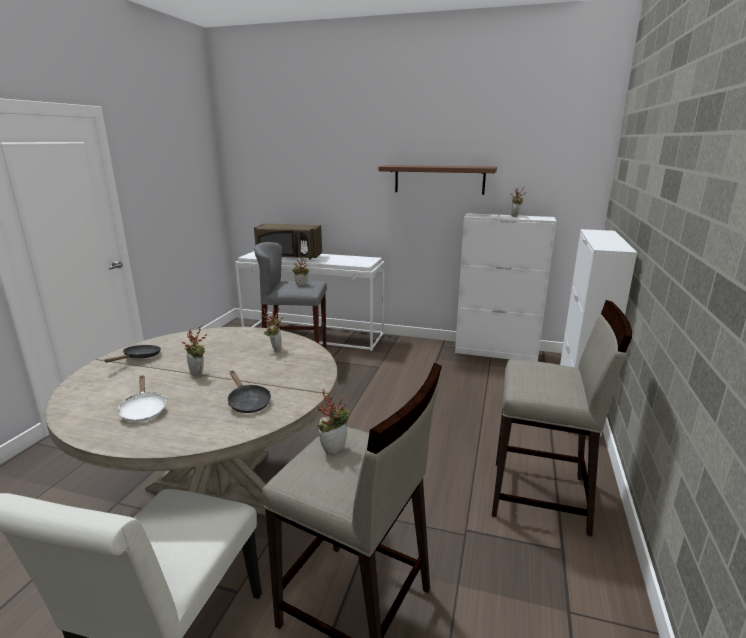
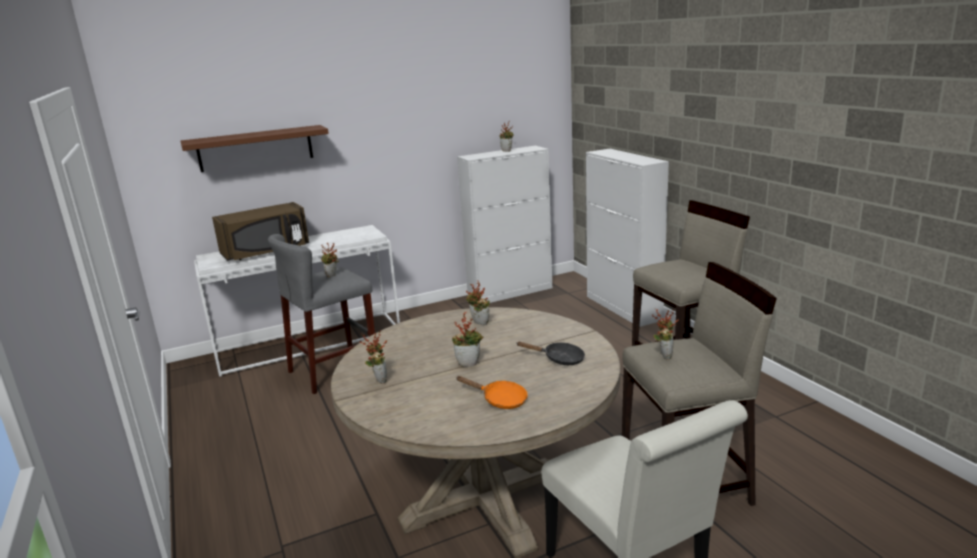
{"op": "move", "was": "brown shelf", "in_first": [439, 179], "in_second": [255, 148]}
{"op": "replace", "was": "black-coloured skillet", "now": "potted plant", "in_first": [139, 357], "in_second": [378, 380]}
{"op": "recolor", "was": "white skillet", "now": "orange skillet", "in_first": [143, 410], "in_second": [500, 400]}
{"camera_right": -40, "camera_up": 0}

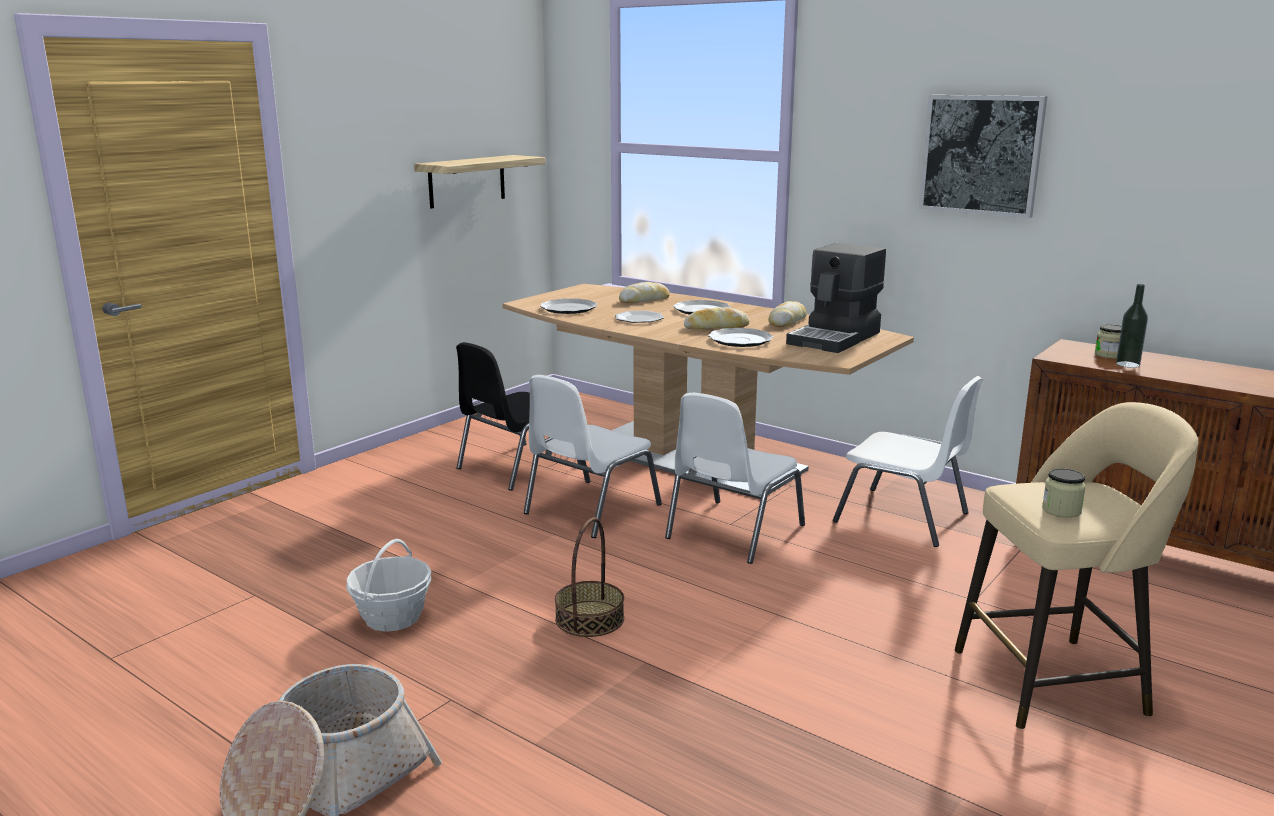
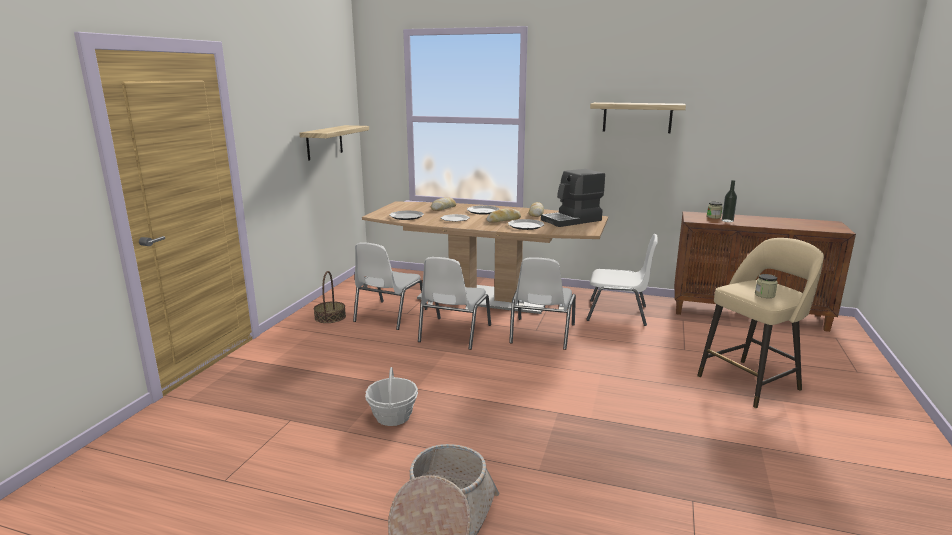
{"op": "replace", "was": "picture", "now": "shelf", "in_first": [981, 155], "in_second": [637, 117]}
{"op": "rotate", "was": "coffee machine", "in_first": [835, 338], "in_second": [572, 220], "clockwise": 45}
{"op": "recolor", "was": "black-coloured plain chair", "now": "white plain chair", "in_first": [516, 467], "in_second": [389, 315]}
{"op": "move", "was": "basket", "in_first": [589, 618], "in_second": [330, 317]}
{"camera_right": -20, "camera_up": 0}

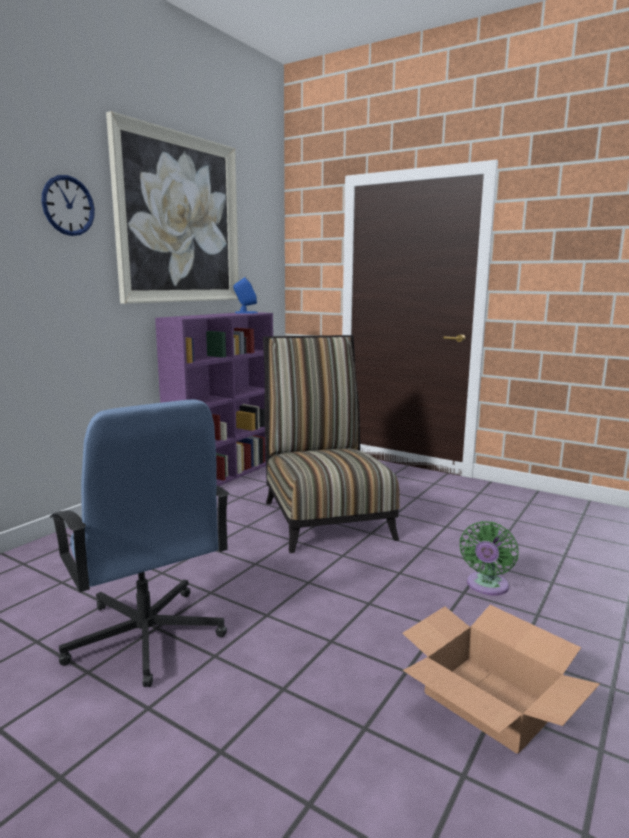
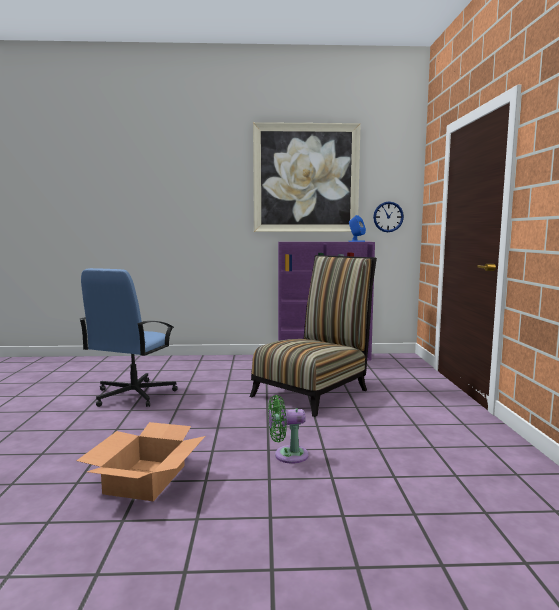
{"op": "move", "was": "clock on the wall", "in_first": [68, 205], "in_second": [388, 217]}
{"camera_right": 55, "camera_up": -5}

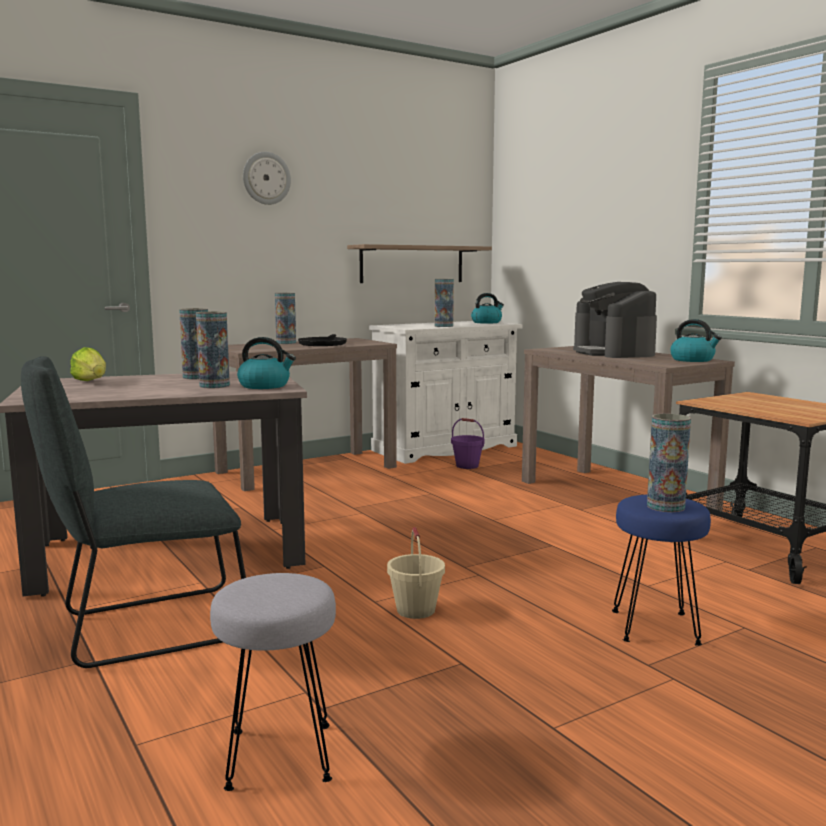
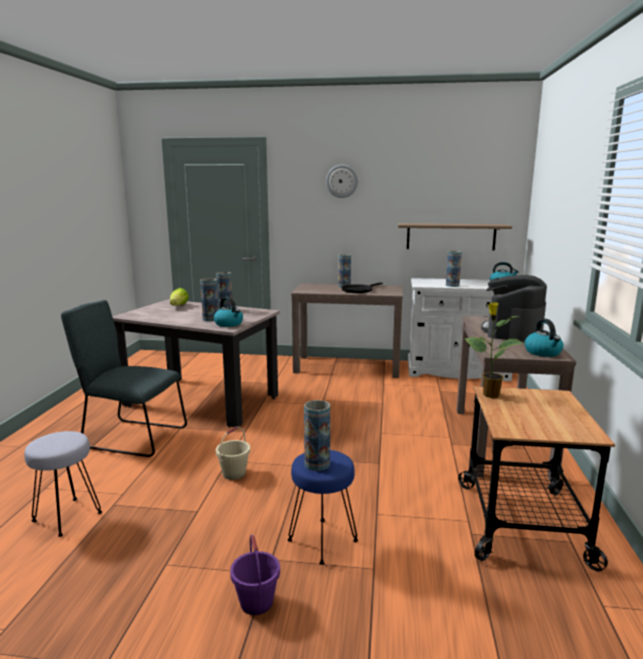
{"op": "move", "was": "purplish water bucket", "in_first": [467, 466], "in_second": [256, 602]}
{"op": "insert", "now": "potted plant", "in_second": [490, 395]}
{"camera_right": 40, "camera_up": 5}

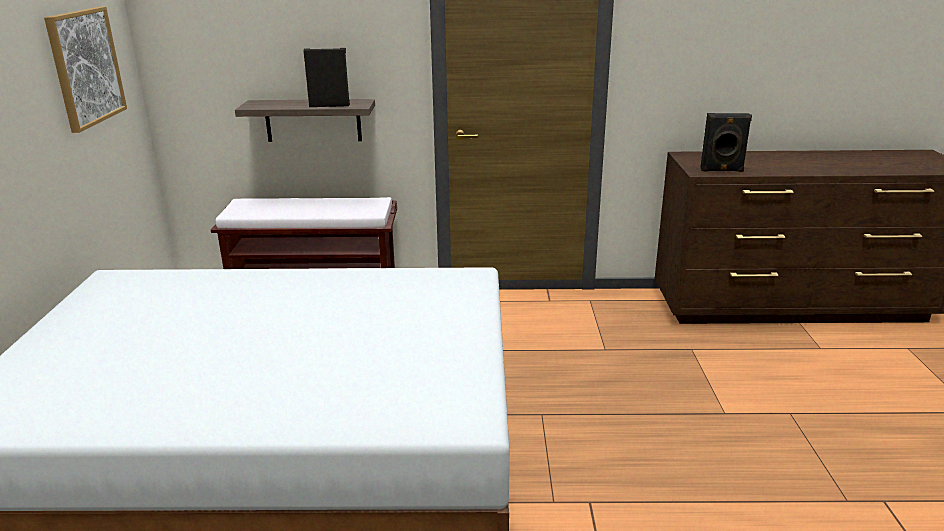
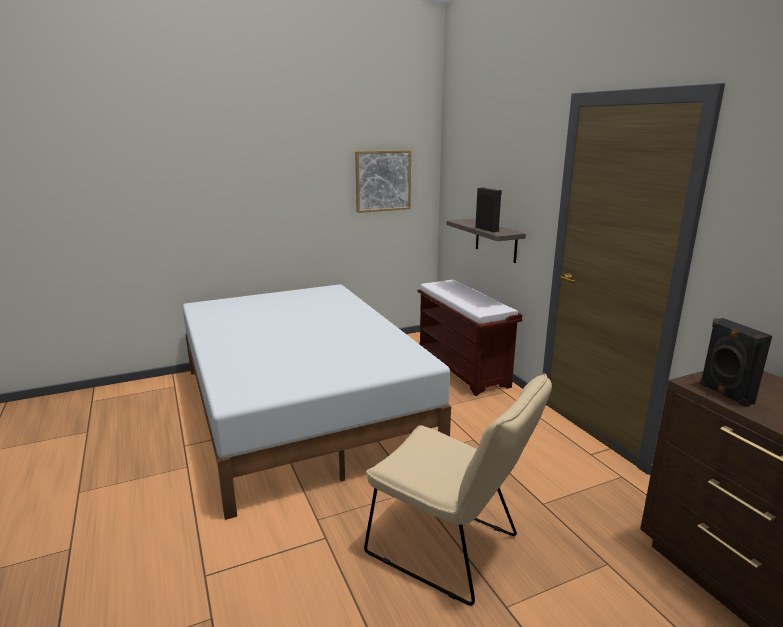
{"op": "insert", "now": "beige-coloured plain chair", "in_second": [451, 549]}
{"camera_right": 65, "camera_up": -5}

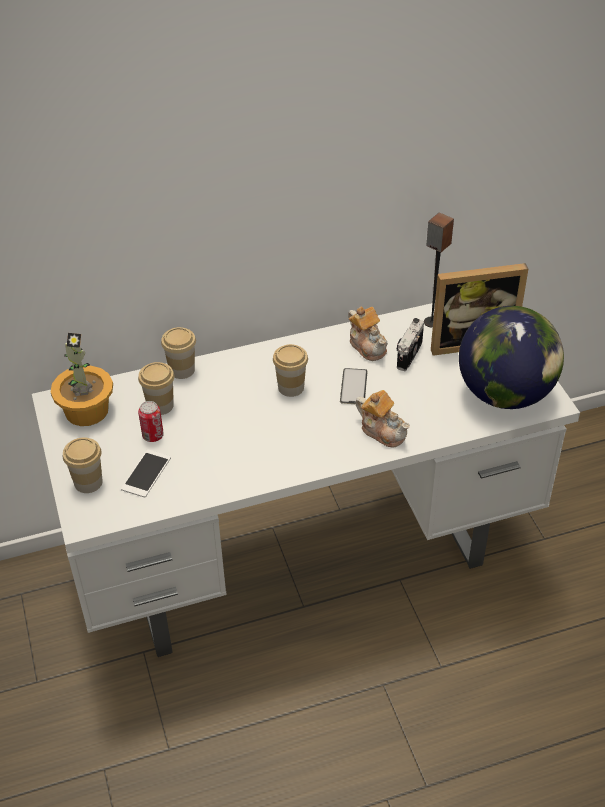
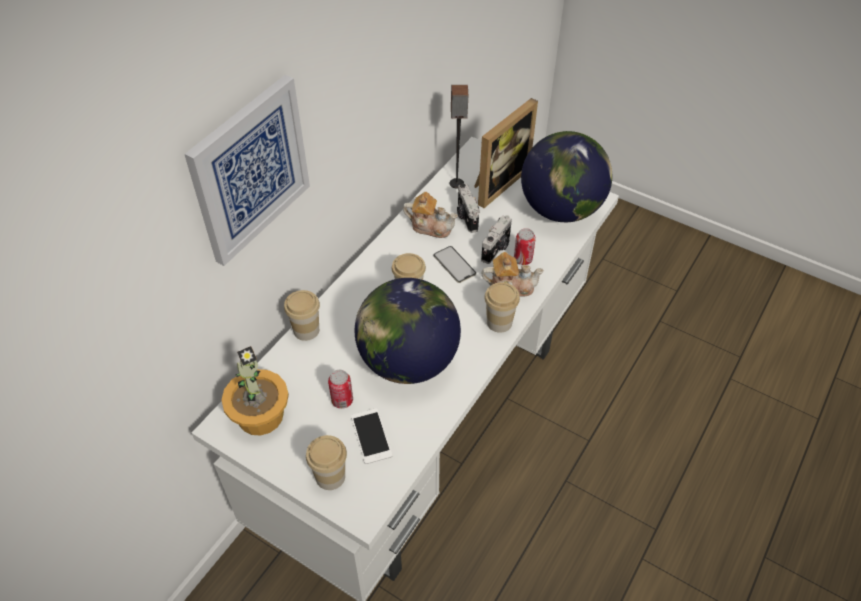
{"op": "move", "was": "small cup", "in_first": [160, 405], "in_second": [499, 322]}
{"op": "insert", "now": "picture", "in_second": [249, 170]}
{"op": "insert", "now": "still camera", "in_second": [497, 249]}
{"op": "insert", "now": "metal can", "in_second": [523, 259]}
{"op": "insert", "now": "world globe", "in_second": [409, 361]}
{"camera_right": -40, "camera_up": 5}

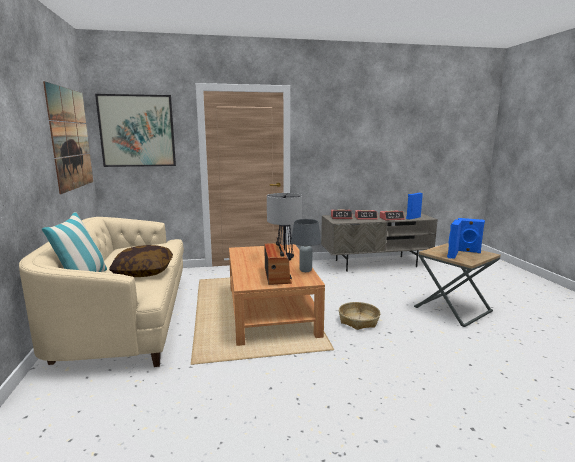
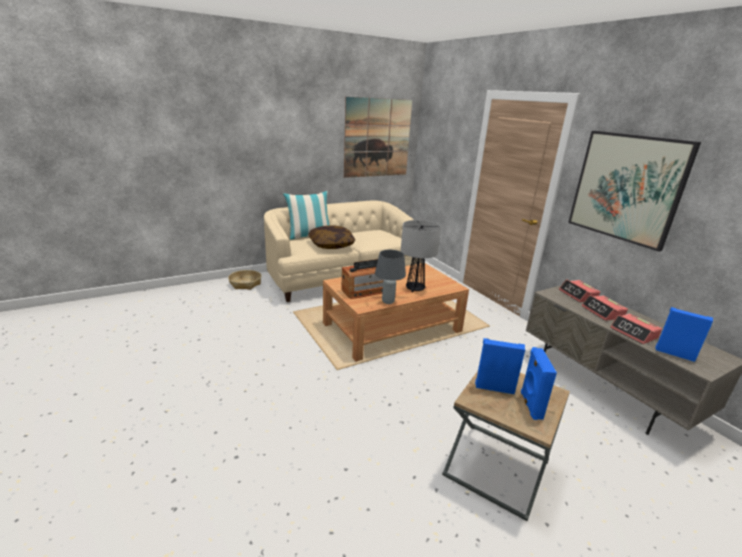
{"op": "move", "was": "picture", "in_first": [137, 131], "in_second": [627, 188]}
{"op": "move", "was": "basket", "in_first": [358, 321], "in_second": [245, 284]}
{"camera_right": 70, "camera_up": 10}

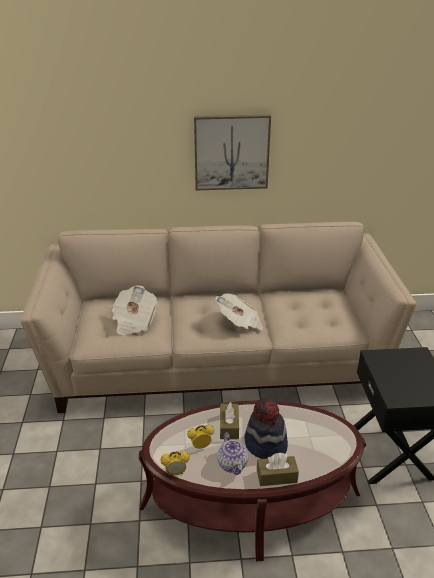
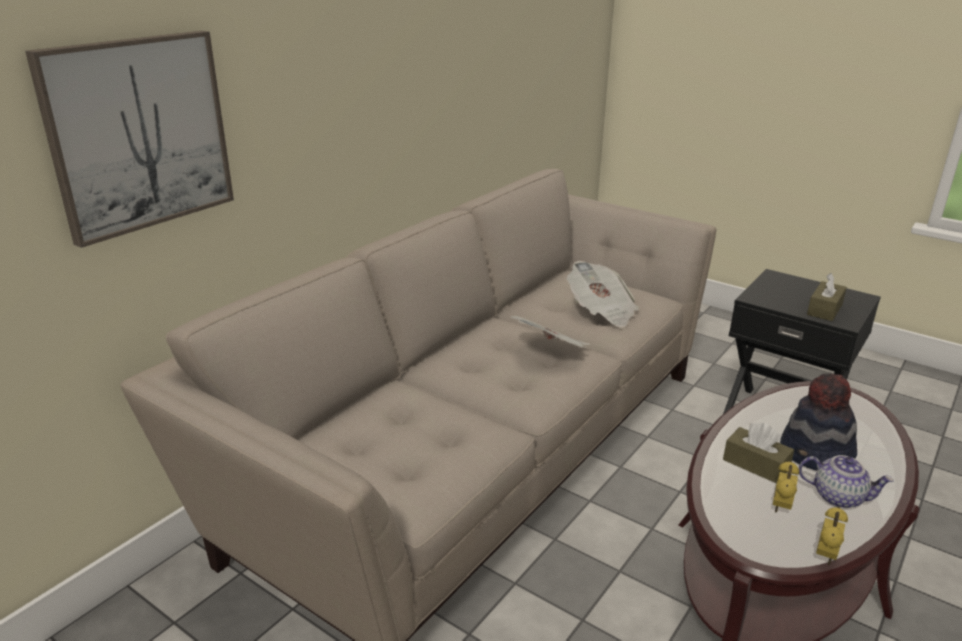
{"op": "move", "was": "picture", "in_first": [231, 152], "in_second": [139, 134]}
{"op": "move", "was": "printed paper", "in_first": [134, 321], "in_second": [601, 311]}
{"op": "move", "was": "brown box of tissues", "in_first": [276, 476], "in_second": [824, 309]}
{"camera_right": -50, "camera_up": -5}

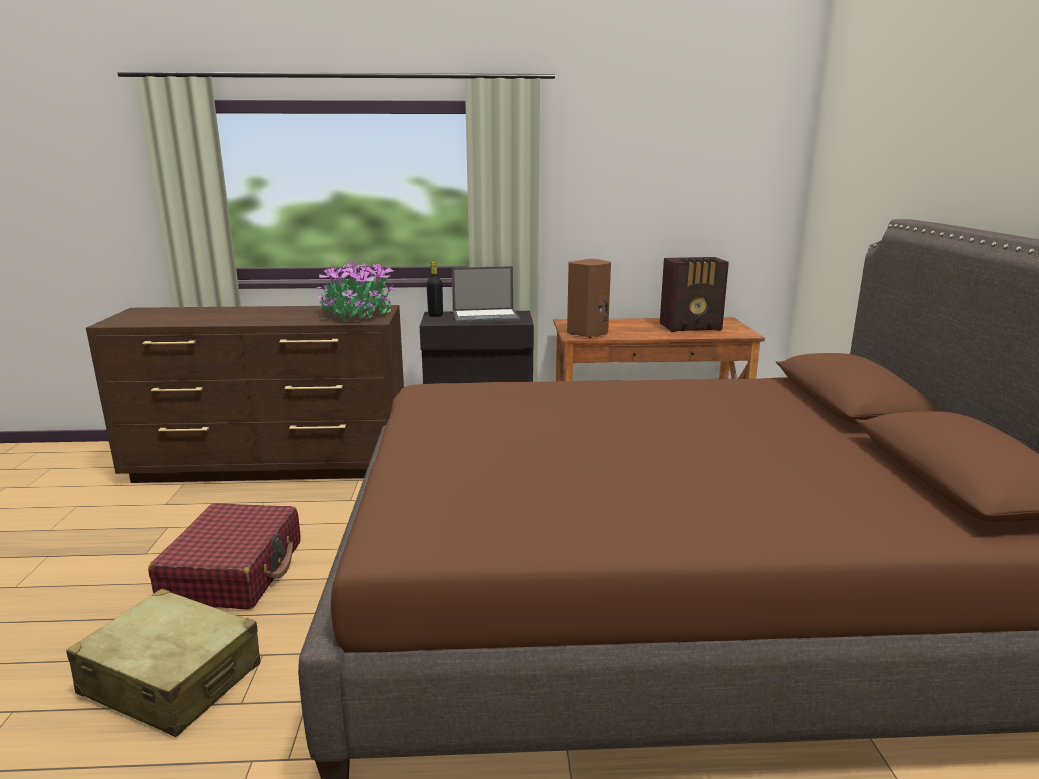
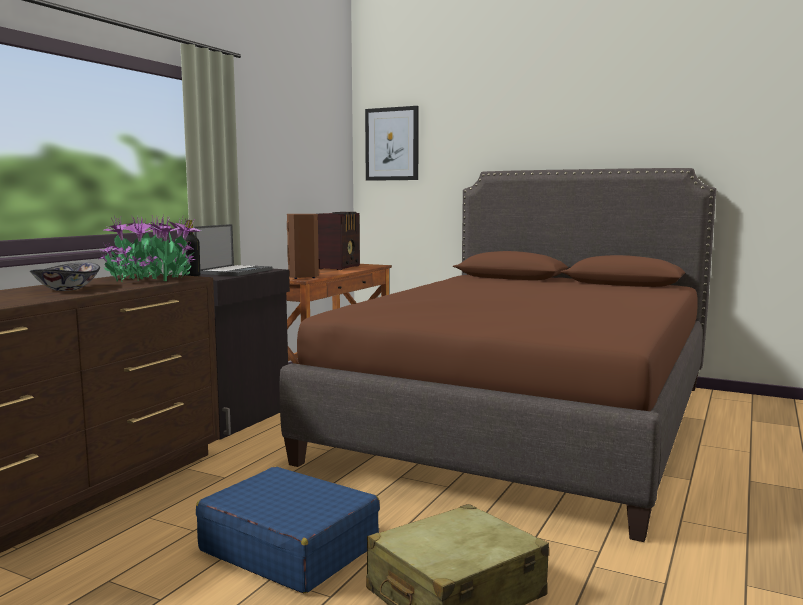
{"op": "recolor", "was": "red-coloured travel case", "now": "blue travel case", "in_first": [234, 572], "in_second": [289, 547]}
{"op": "insert", "now": "picture", "in_second": [392, 144]}
{"op": "insert", "now": "deep dish", "in_second": [68, 289]}
{"camera_right": -60, "camera_up": -10}

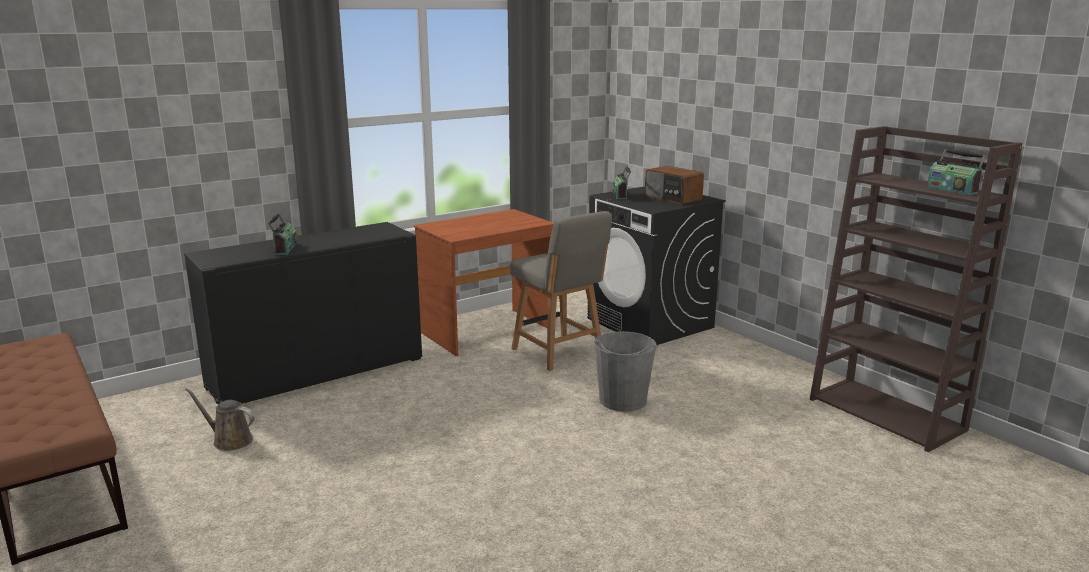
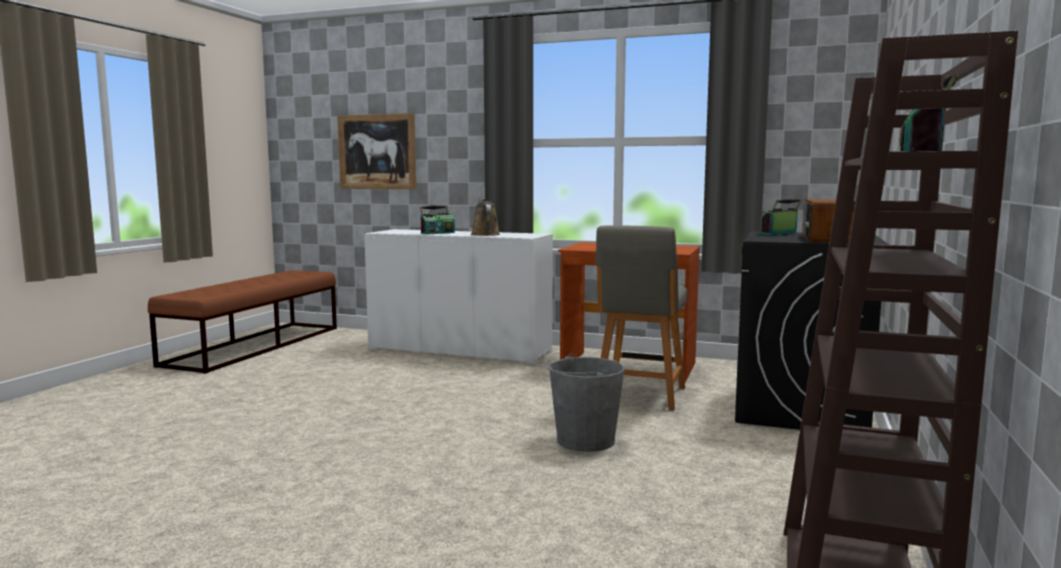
{"op": "recolor", "was": "black-coloured storage cabinet", "now": "white storage cabinet", "in_first": [317, 372], "in_second": [460, 350]}
{"op": "move", "was": "brown watering pot", "in_first": [229, 440], "in_second": [484, 234]}
{"op": "insert", "now": "picture", "in_second": [377, 152]}
{"camera_right": 55, "camera_up": -10}

